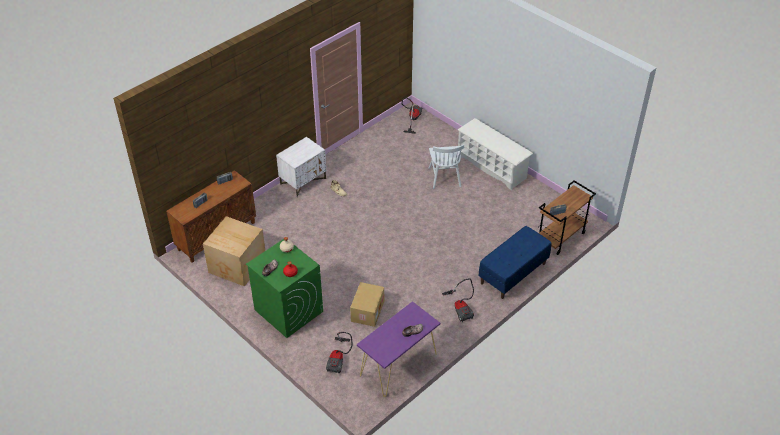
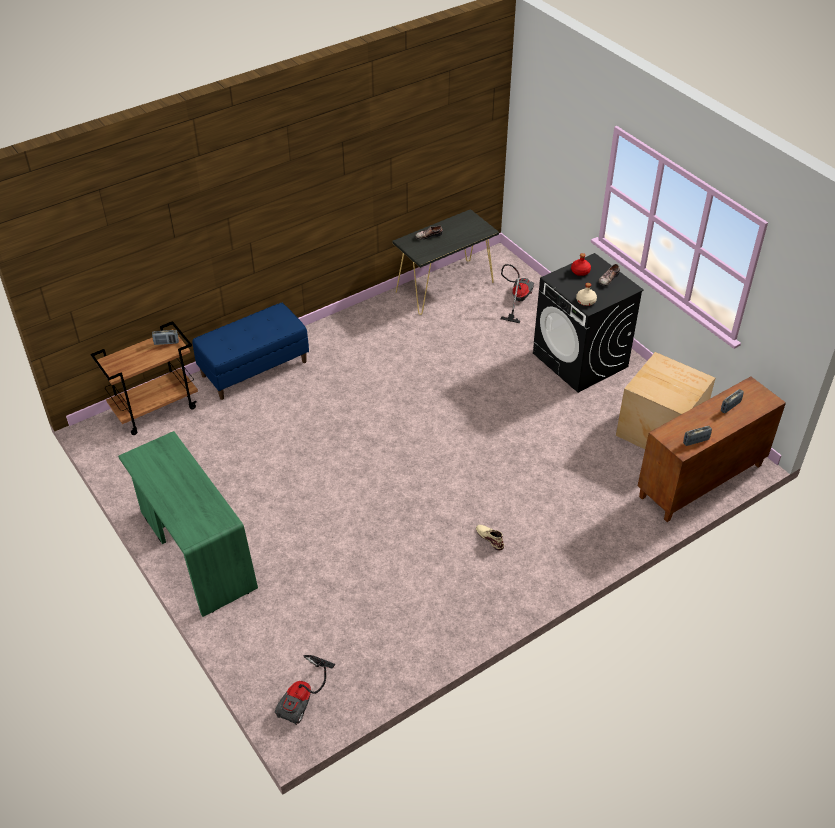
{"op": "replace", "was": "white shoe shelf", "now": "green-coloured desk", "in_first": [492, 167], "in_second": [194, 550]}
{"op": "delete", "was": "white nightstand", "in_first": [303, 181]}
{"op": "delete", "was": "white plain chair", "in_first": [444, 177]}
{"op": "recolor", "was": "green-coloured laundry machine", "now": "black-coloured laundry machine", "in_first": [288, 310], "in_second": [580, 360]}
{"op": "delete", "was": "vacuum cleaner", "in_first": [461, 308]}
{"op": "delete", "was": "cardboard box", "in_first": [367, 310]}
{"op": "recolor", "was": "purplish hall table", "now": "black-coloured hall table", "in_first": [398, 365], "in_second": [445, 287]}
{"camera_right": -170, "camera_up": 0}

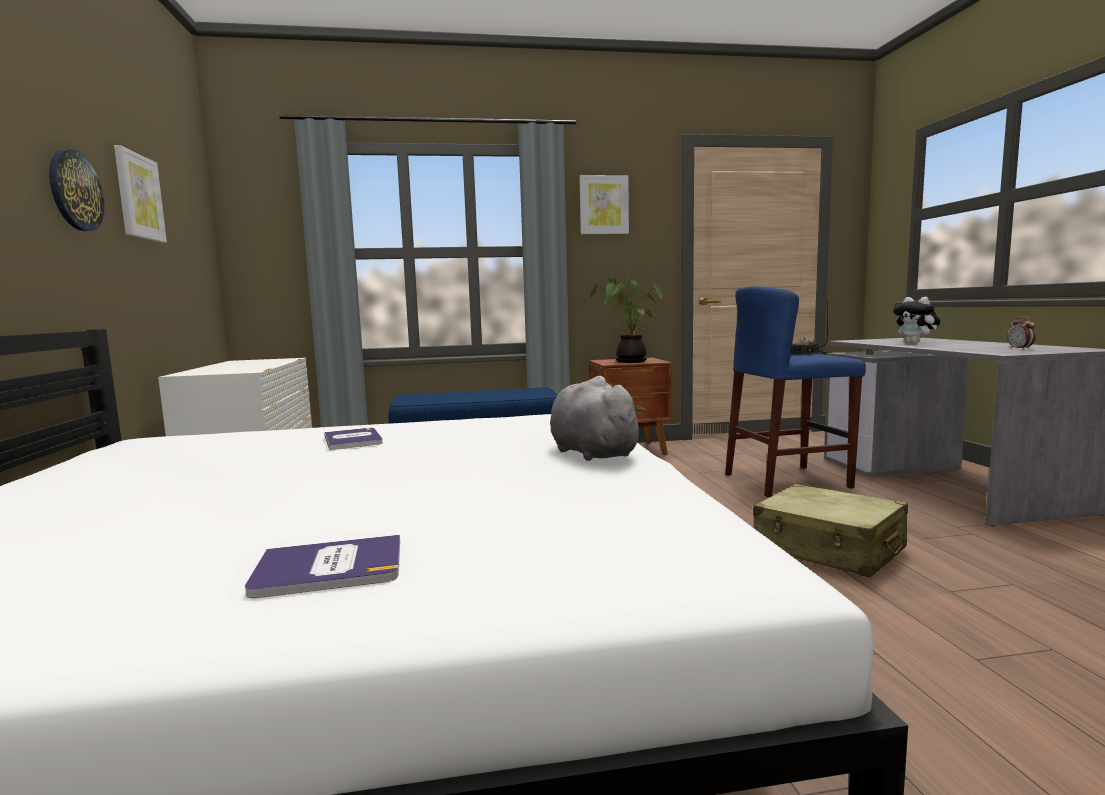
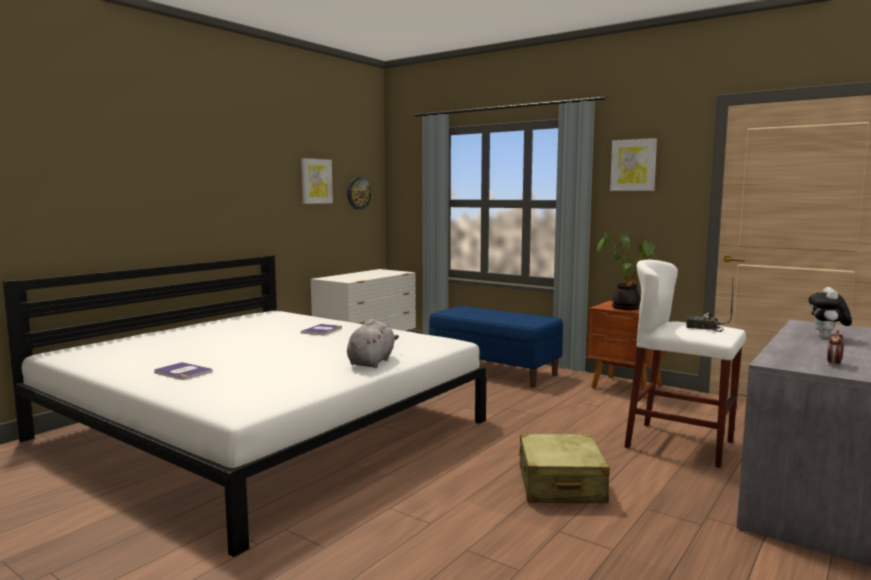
{"op": "move", "was": "clock on the wall", "in_first": [75, 190], "in_second": [358, 193]}
{"op": "recolor", "was": "blue stool", "now": "white stool", "in_first": [787, 481], "in_second": [679, 444]}
{"camera_right": 45, "camera_up": 0}

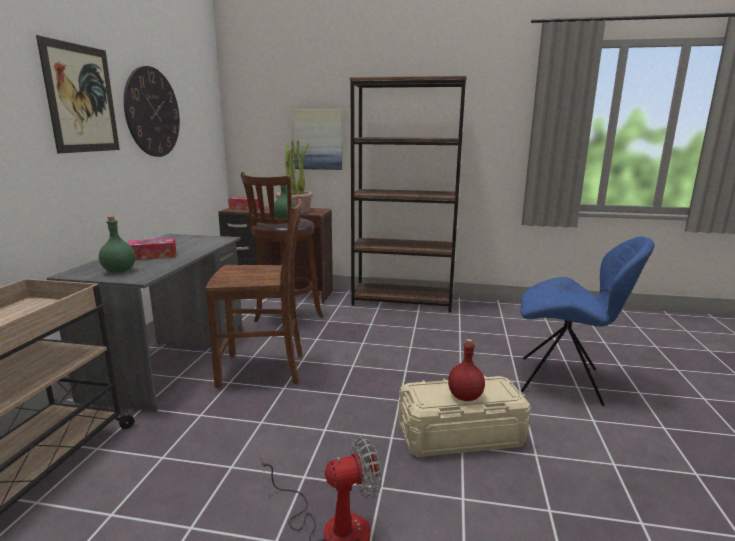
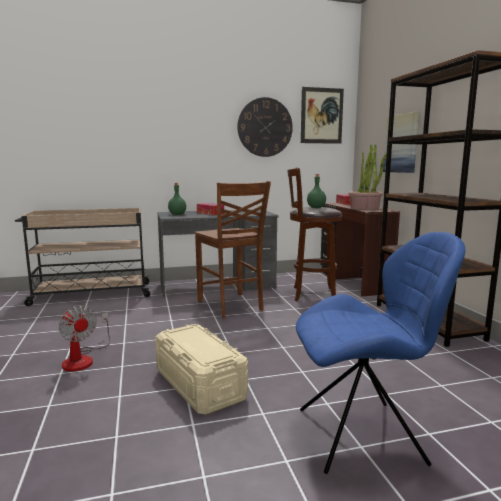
{"op": "move", "was": "picture", "in_first": [81, 99], "in_second": [321, 116]}
{"op": "rotate", "was": "blue plain chair", "in_first": [564, 381], "in_second": [364, 435], "clockwise": -90}
{"op": "delete", "was": "red-coloured bottle", "in_first": [465, 396]}
{"camera_right": 65, "camera_up": -5}

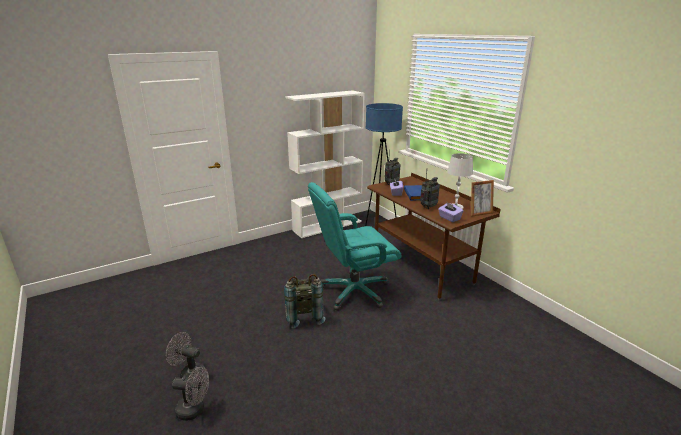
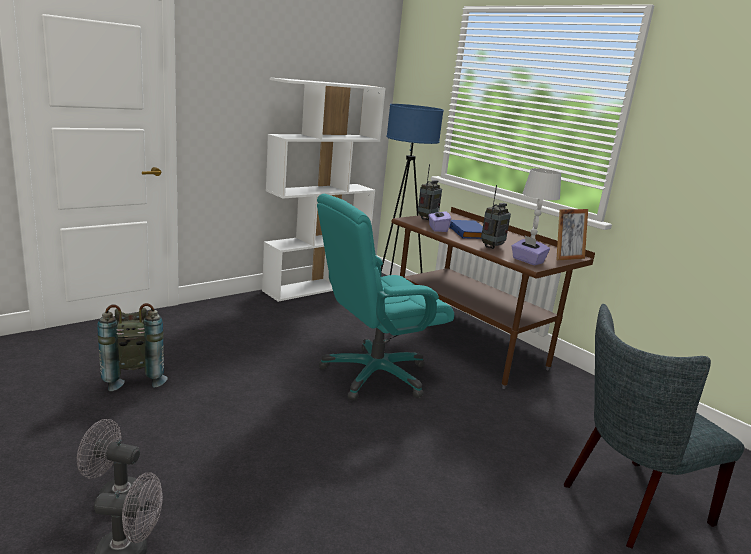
{"op": "move", "was": "grey rucksack", "in_first": [303, 316], "in_second": [134, 376]}
{"op": "insert", "now": "grey plain chair", "in_second": [628, 504]}
{"camera_right": -10, "camera_up": -5}

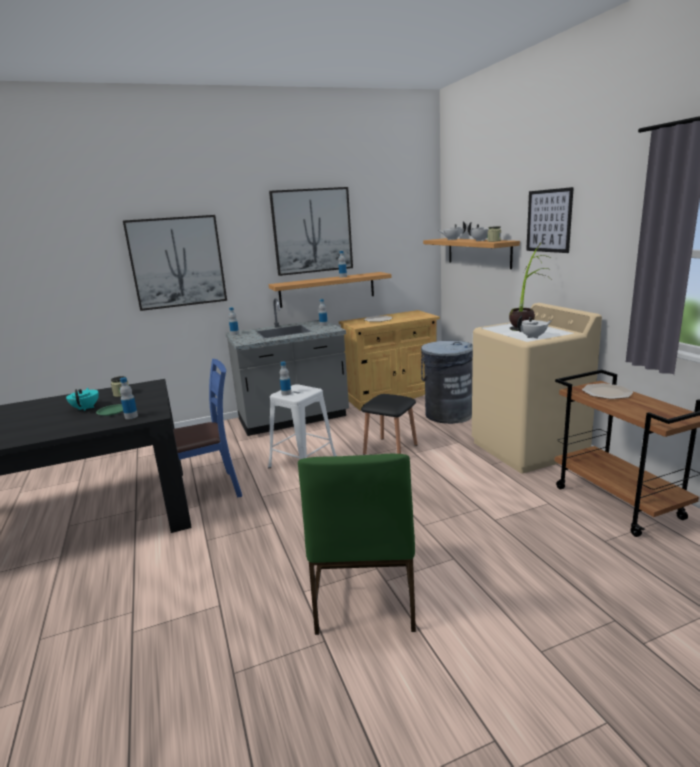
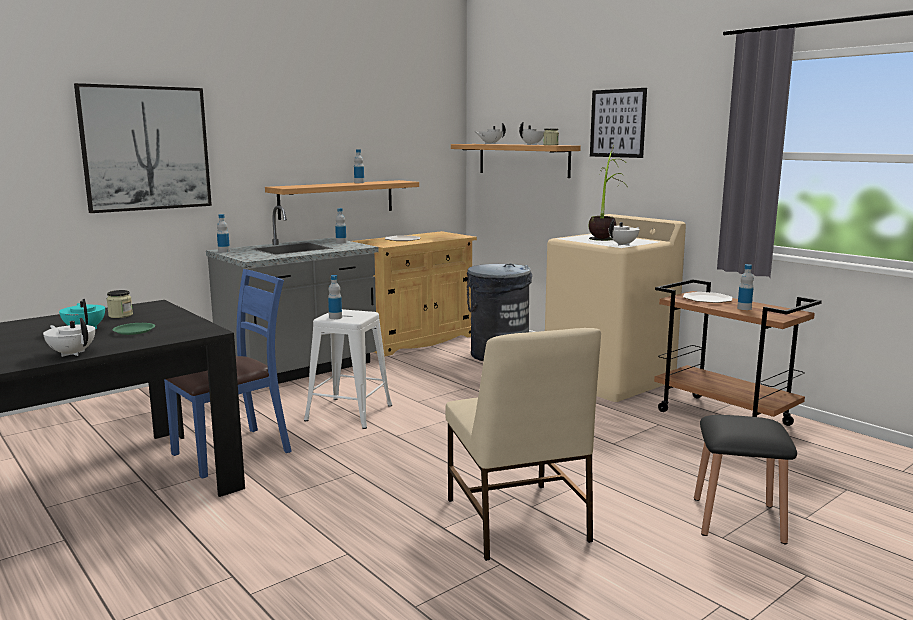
{"op": "delete", "was": "picture", "in_first": [312, 231]}
{"op": "move", "was": "bottle", "in_first": [131, 416], "in_second": [744, 308]}
{"op": "move", "was": "black-coloured stool", "in_first": [390, 449], "in_second": [738, 519]}
{"op": "recolor", "was": "green-coloured plain chair", "now": "beige-coloured plain chair", "in_first": [363, 595], "in_second": [516, 521]}
{"op": "insert", "now": "white tea pot", "in_second": [72, 353]}
{"camera_right": -20, "camera_up": -5}

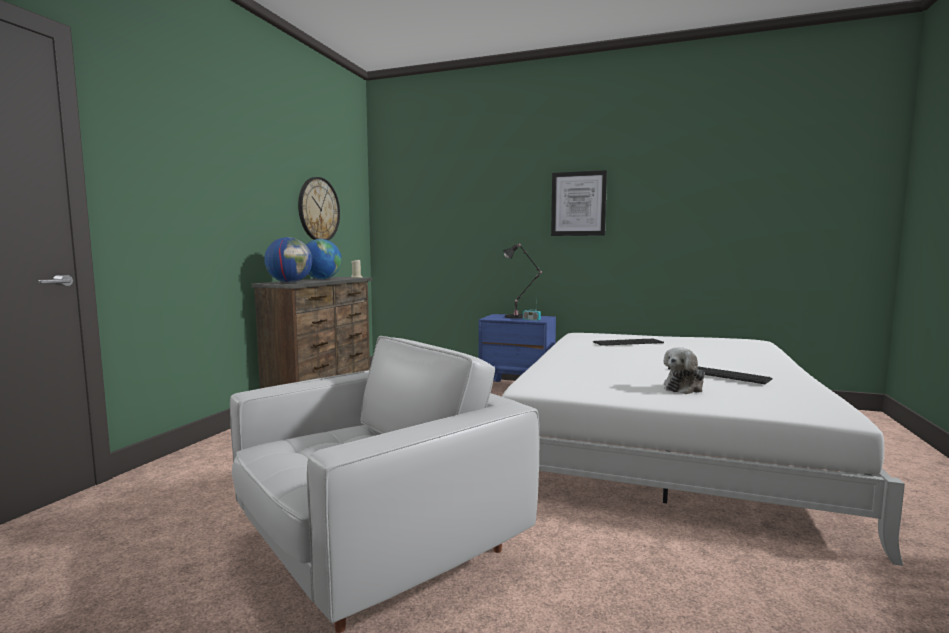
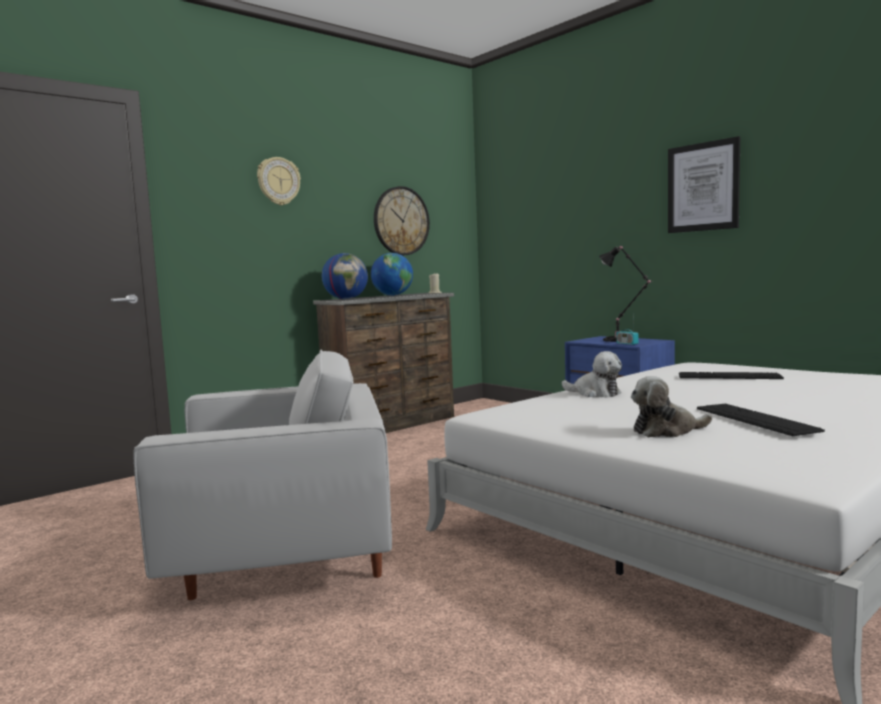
{"op": "insert", "now": "clock on the wall", "in_second": [278, 181]}
{"op": "insert", "now": "soft toy", "in_second": [594, 393]}
{"camera_right": 30, "camera_up": 0}

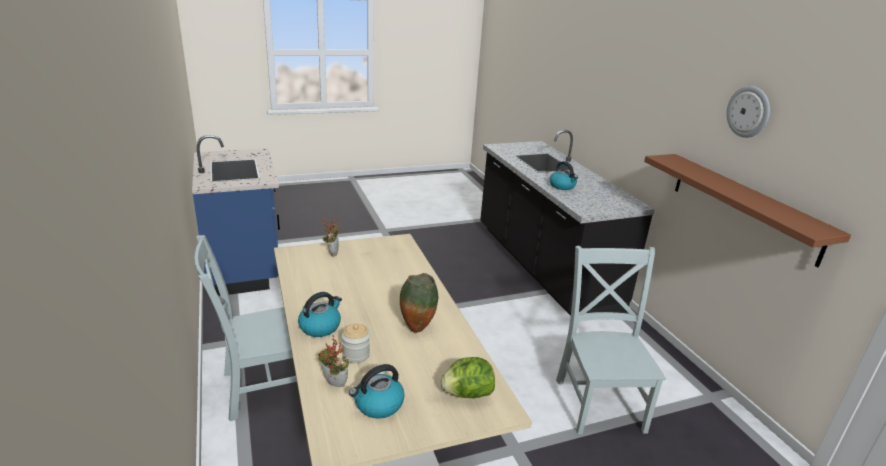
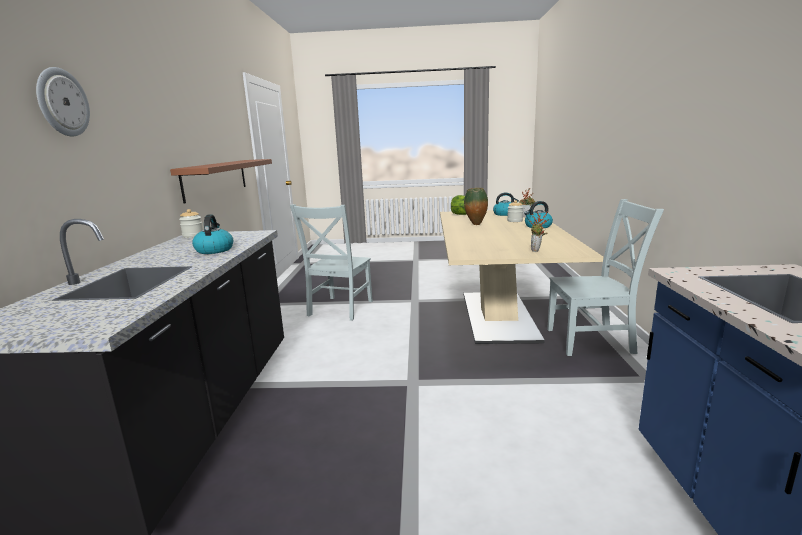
{"op": "move", "was": "clock on the wall", "in_first": [748, 111], "in_second": [62, 102]}
{"op": "insert", "now": "storage jar", "in_second": [193, 236]}
{"camera_right": -155, "camera_up": -10}

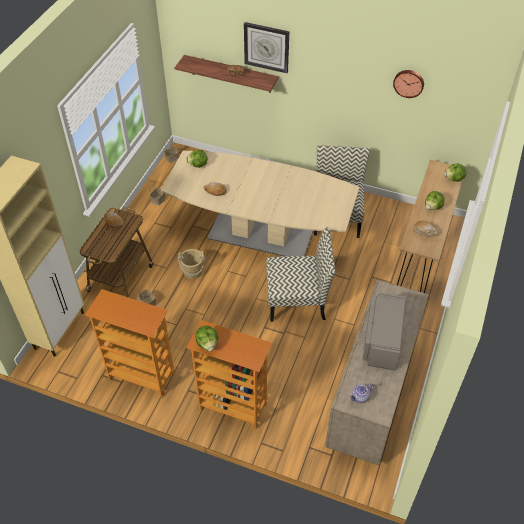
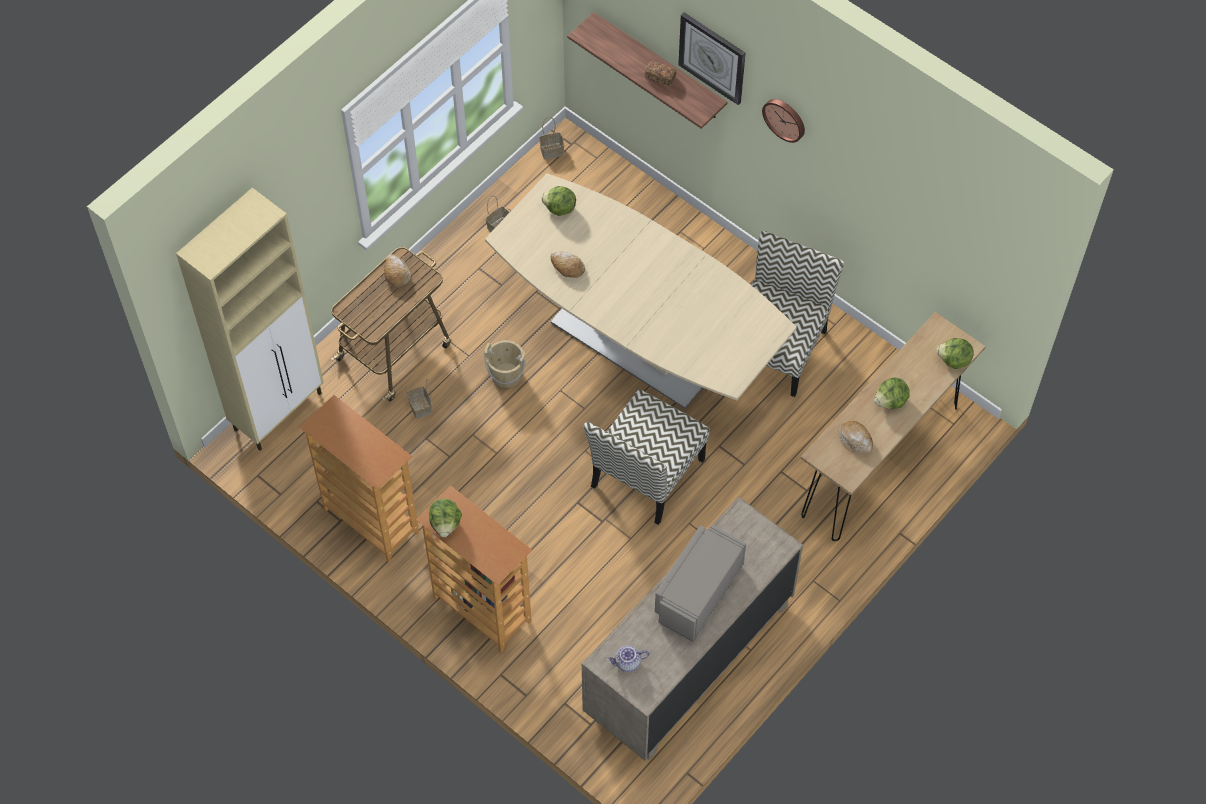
{"op": "move", "was": "clock on the wall", "in_first": [409, 83], "in_second": [785, 119]}
{"op": "rotate", "was": "plain chair", "in_first": [297, 300], "in_second": [647, 474], "clockwise": 105}
{"camera_right": 20, "camera_up": 10}

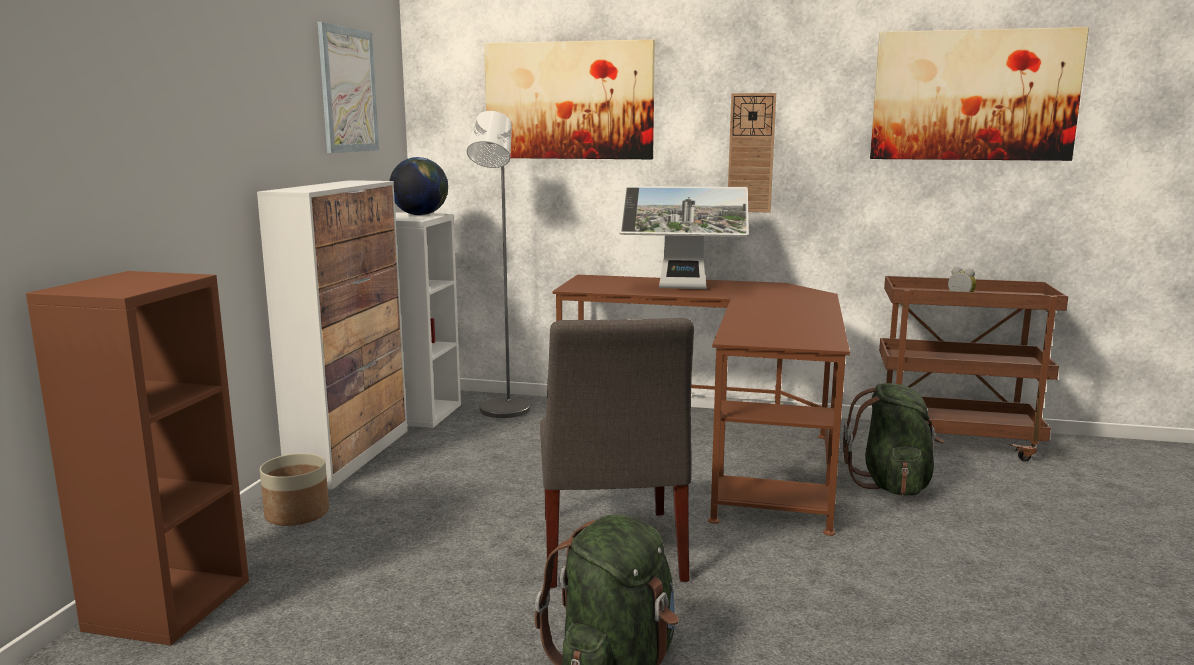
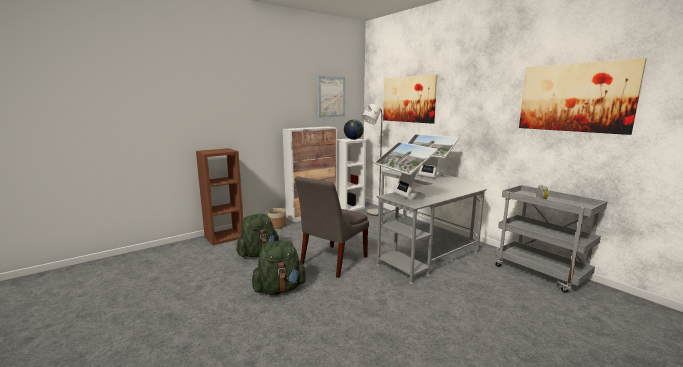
{"op": "delete", "was": "clock on the wall", "in_first": [751, 153]}
{"op": "recolor", "was": "brown desk", "now": "grey desk", "in_first": [717, 447], "in_second": [425, 243]}
{"op": "recolor", "was": "brown wheeled cart", "now": "grey wheeled cart", "in_first": [955, 442], "in_second": [541, 273]}
{"op": "move", "was": "green-coloured rucksack", "in_first": [892, 484], "in_second": [258, 253]}
{"op": "insert", "now": "computer screen", "in_second": [403, 196]}
{"camera_right": 40, "camera_up": 0}

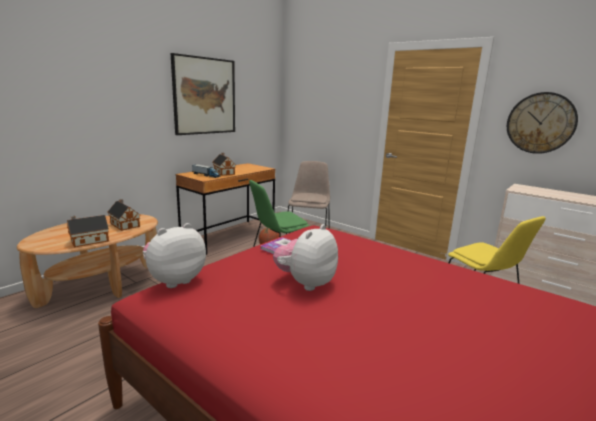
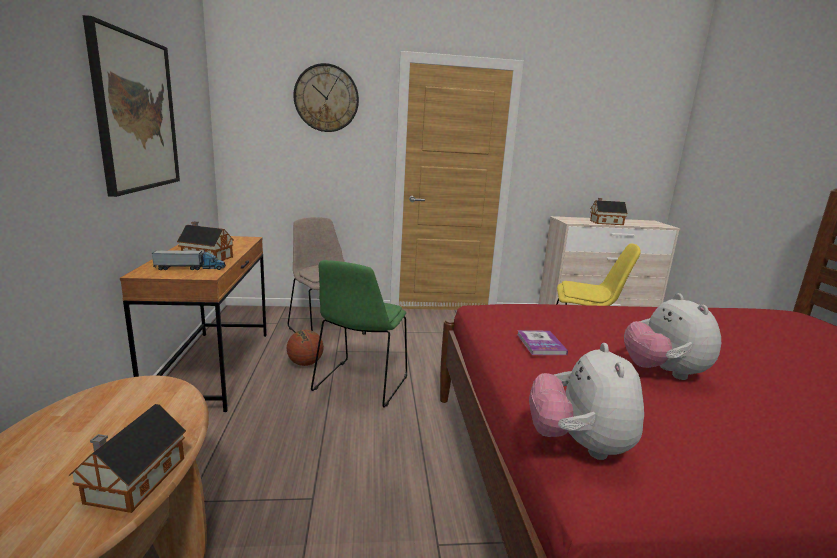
{"op": "move", "was": "clock on the wall", "in_first": [540, 123], "in_second": [326, 98]}
{"op": "move", "was": "miniature house", "in_first": [125, 224], "in_second": [605, 222]}
{"camera_right": -45, "camera_up": 0}

